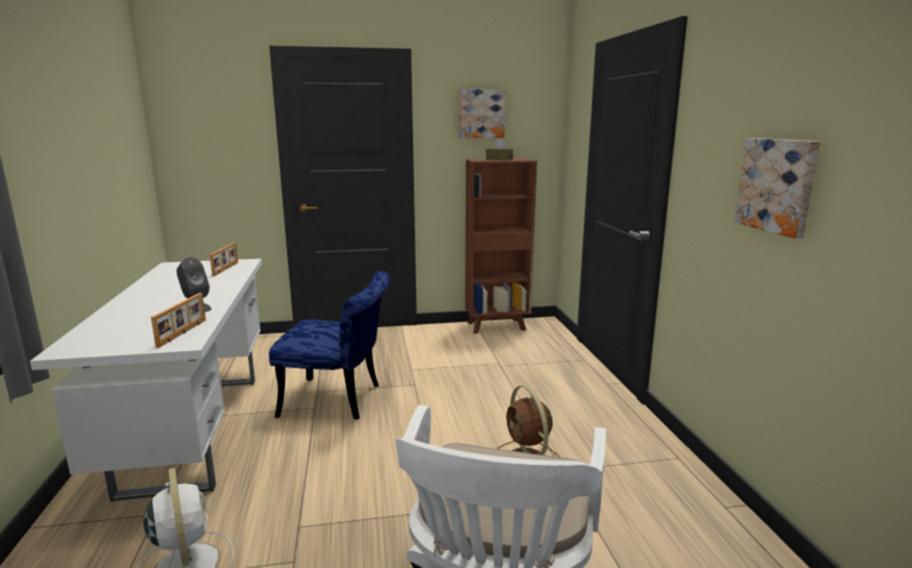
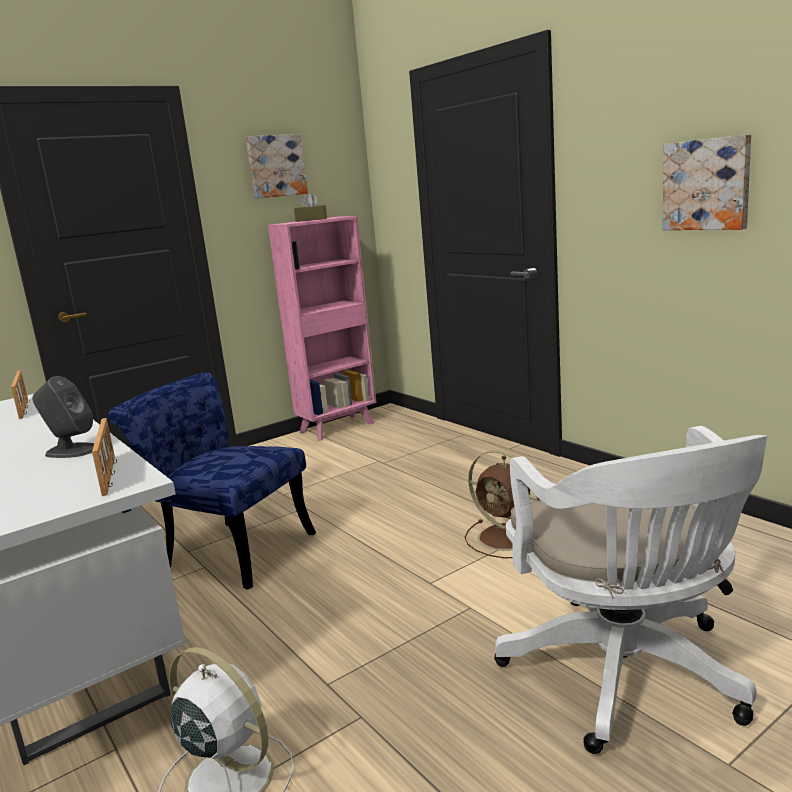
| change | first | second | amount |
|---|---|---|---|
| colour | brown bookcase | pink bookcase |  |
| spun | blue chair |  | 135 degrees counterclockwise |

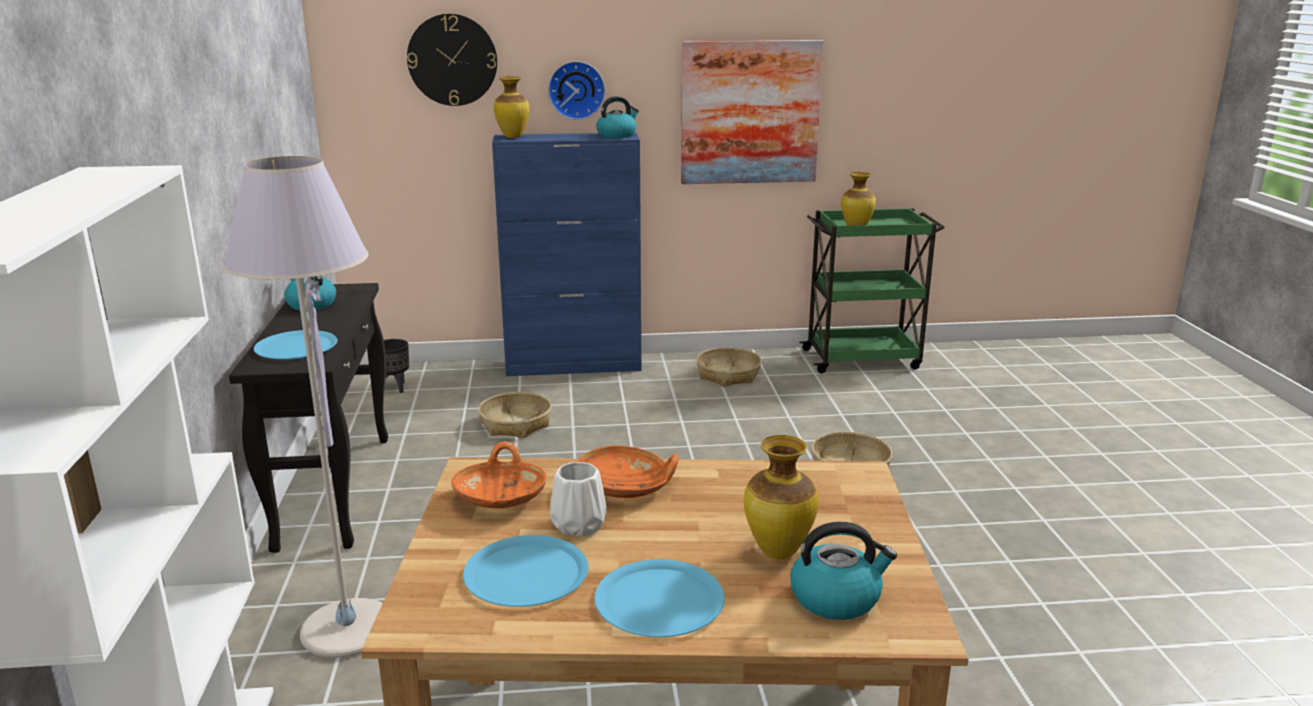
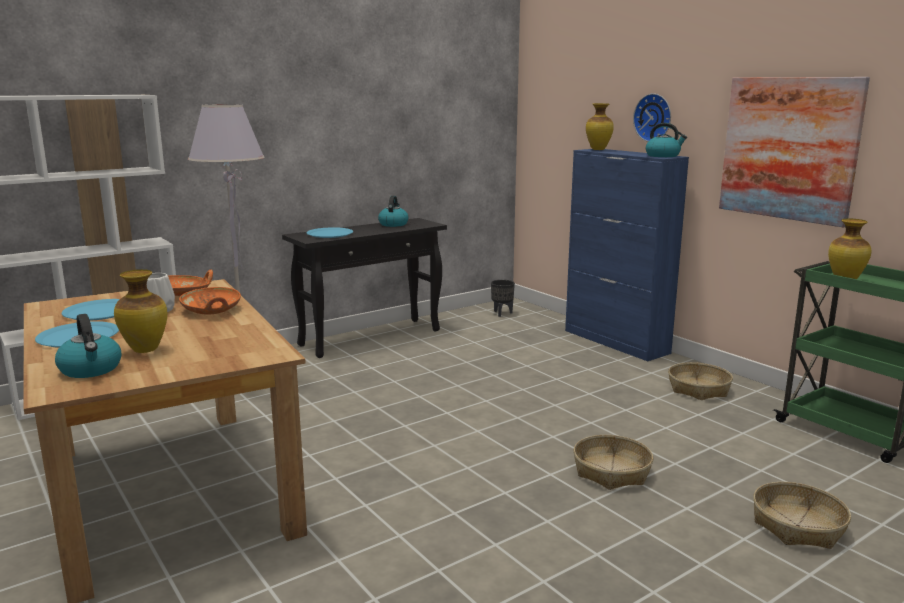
| change | first | second | amount |
|---|---|---|---|
| missing | wall clock (no. 1 from left) |  |  |
| relocated | basket (no. 1 from left in the first image) | basket (no. 3 from left) |  |

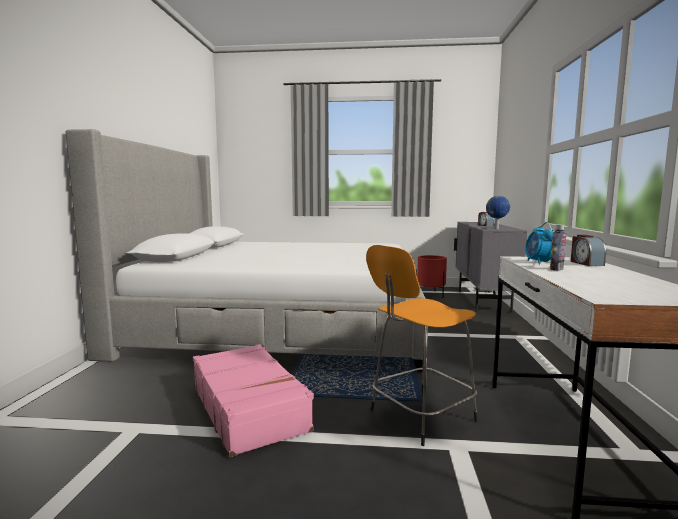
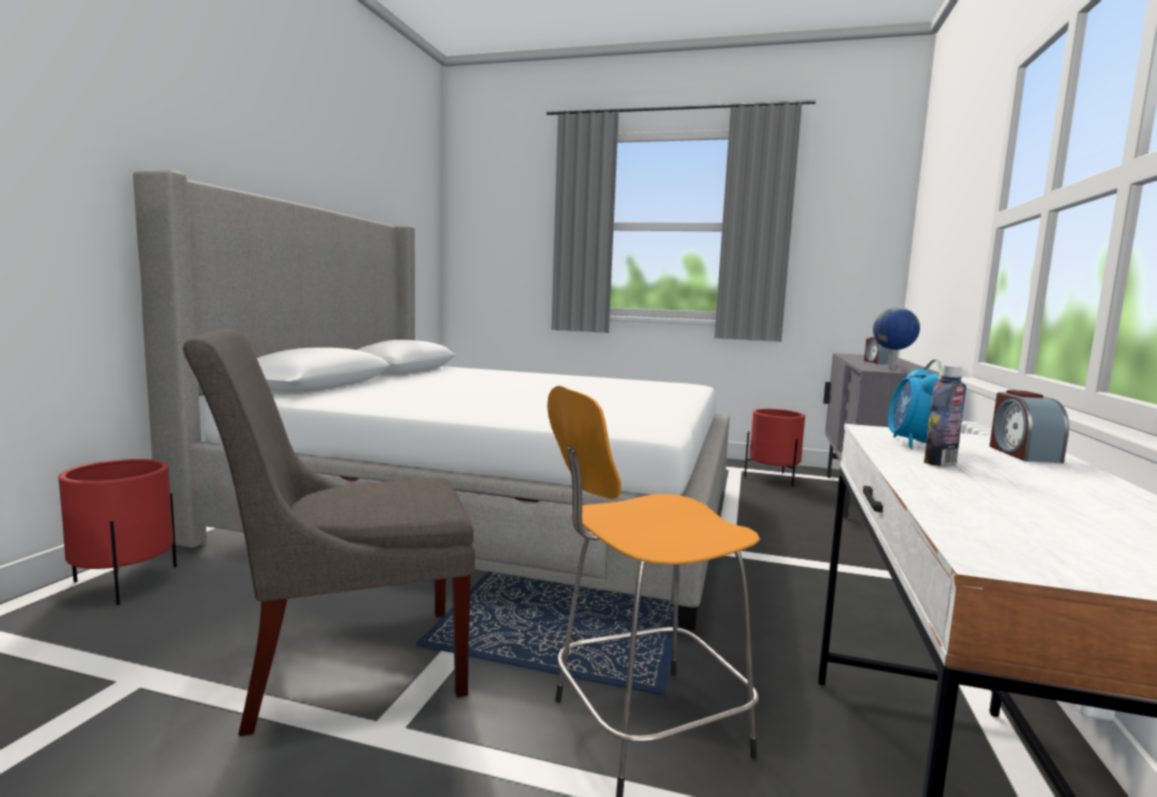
| change | first | second | amount |
|---|---|---|---|
| exchanged | pink suitcase | grey chair |  |
| appeared |  | red planter (no. 1 from left) |  |

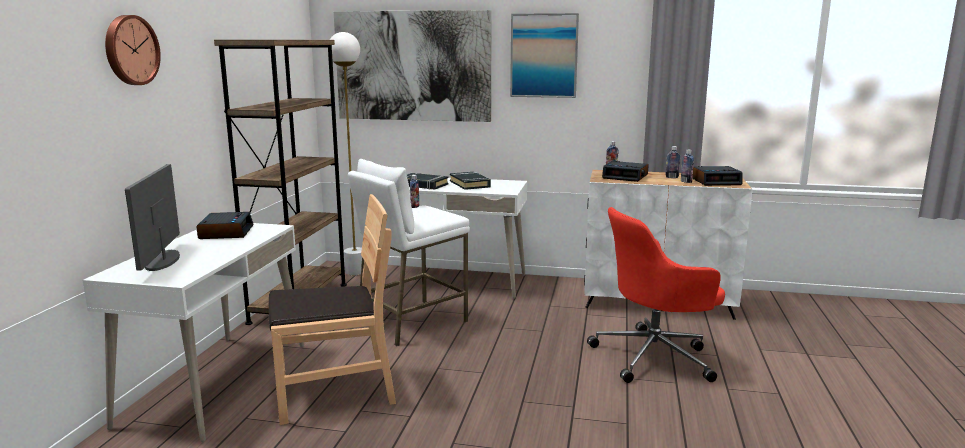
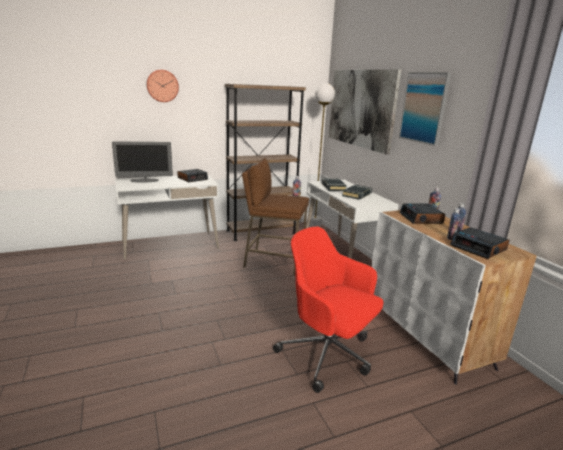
| change | first | second | amount |
|---|---|---|---|
| colour | white stool | brown stool |  |
| spun | monitor |  | 150 degrees counterclockwise |
| missing | brown chair |  |  |

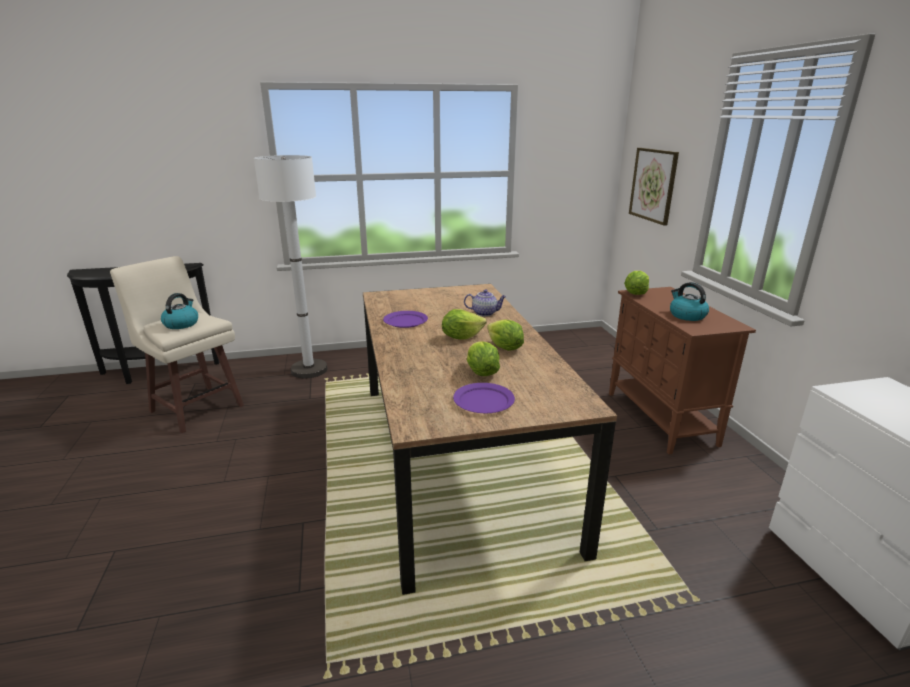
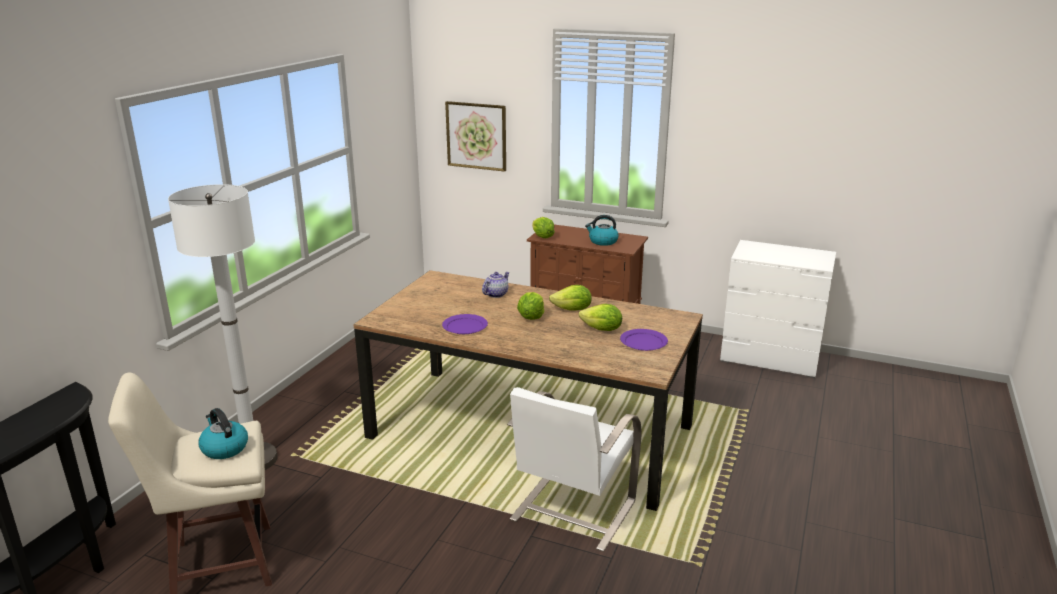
| change | first | second | amount |
|---|---|---|---|
| appeared |  | white chair |  |

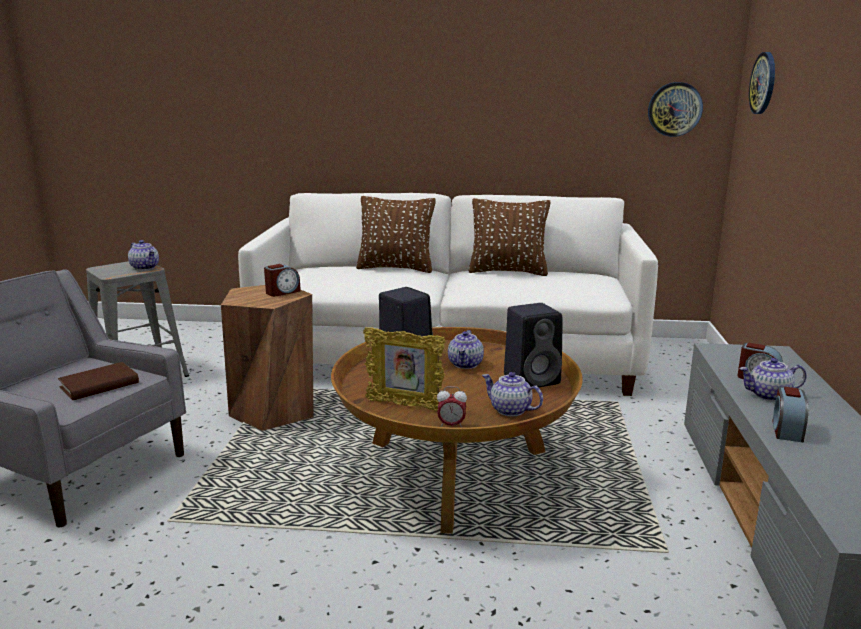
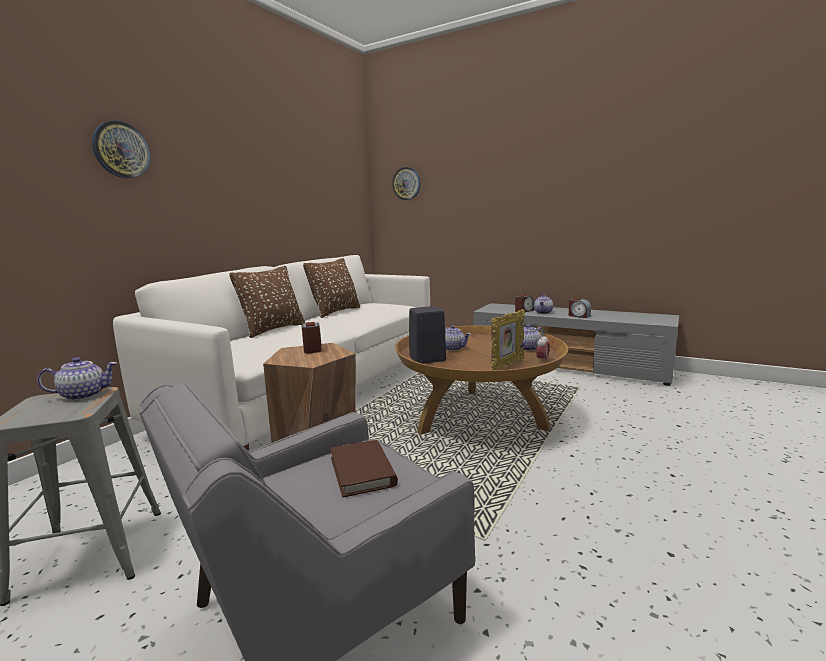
| change | first | second | amount |
|---|---|---|---|
| relocated | wall clock (no. 1 from left) |  |  |
| missing | black speaker (no. 2 from left) |  |  |

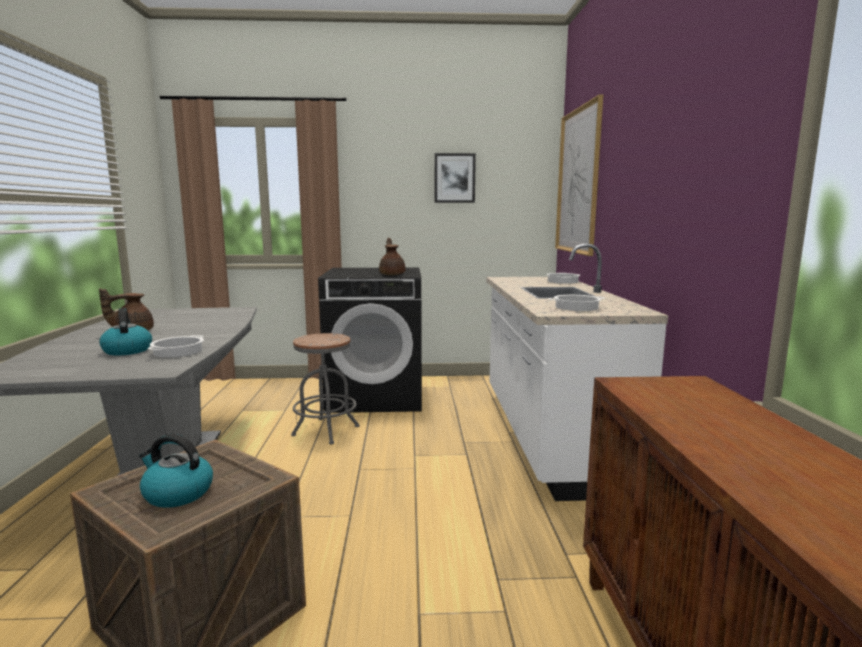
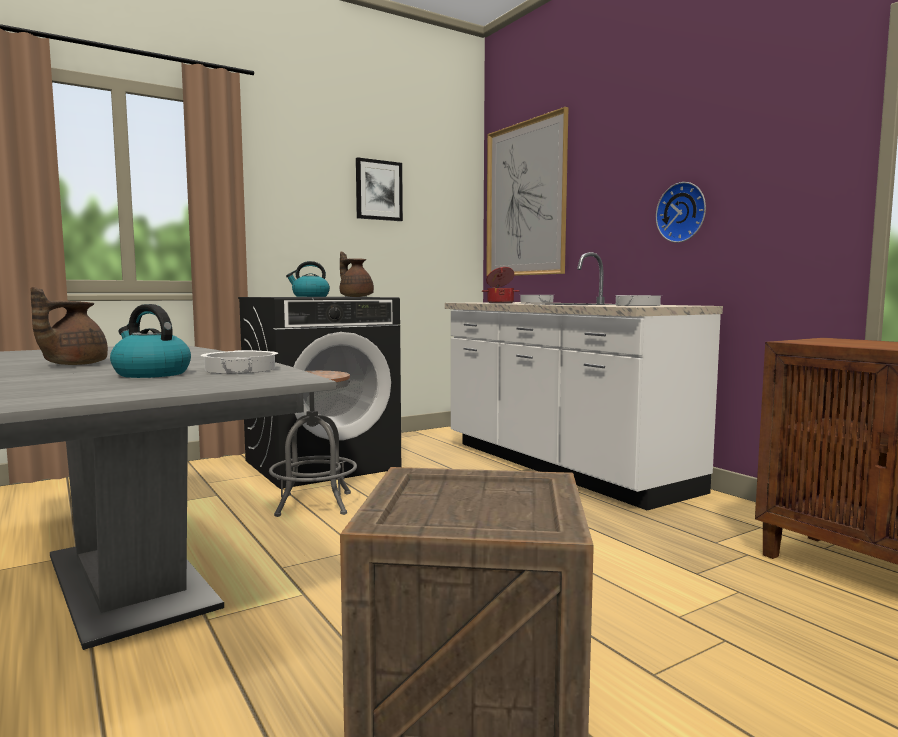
| change | first | second | amount |
|---|---|---|---|
| relocated | kettle (no. 2 from left) |  |  |
| appeared |  | wall clock |  |
| appeared |  | cooking pot (no. 2 from left) |  |

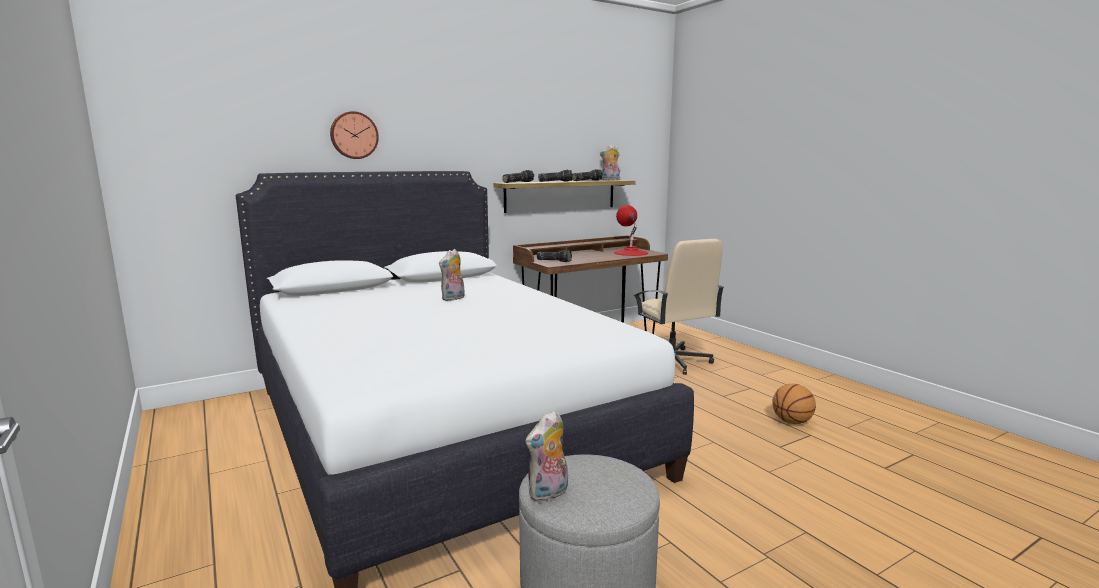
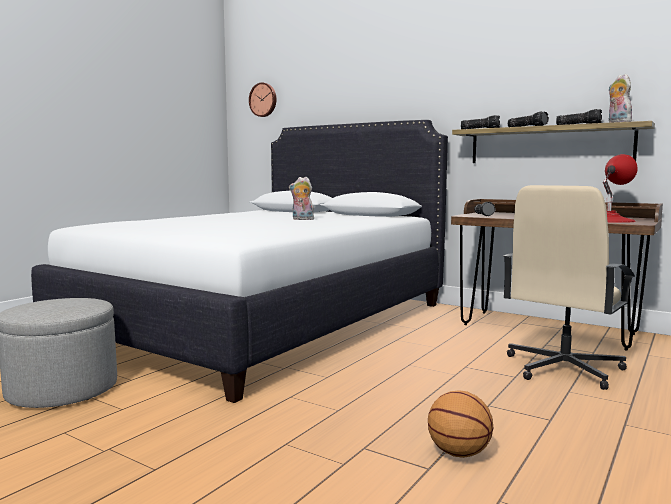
| change | first | second | amount |
|---|---|---|---|
| relocated | wall clock |  |  |
| missing | plush toy (no. 2 from left) |  |  |

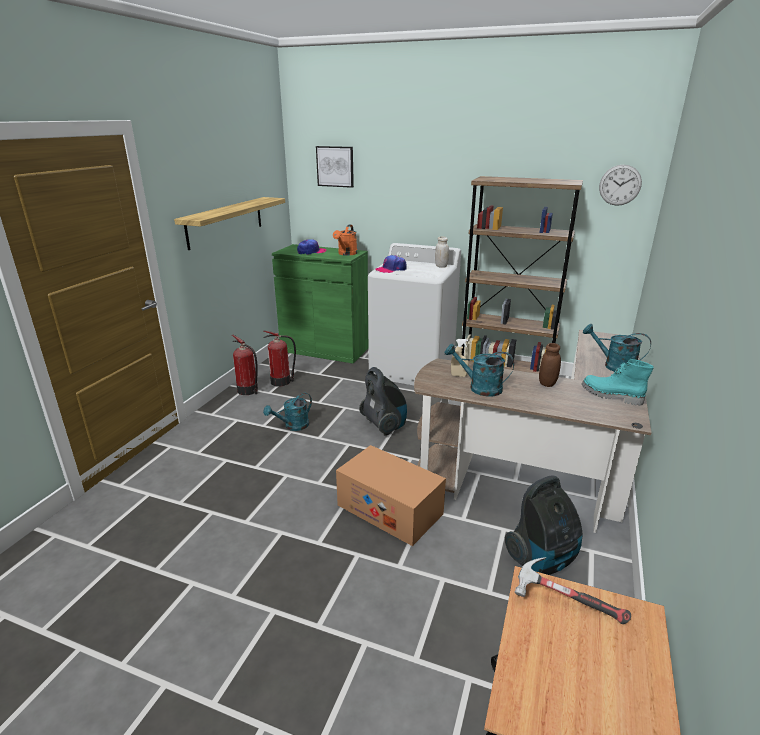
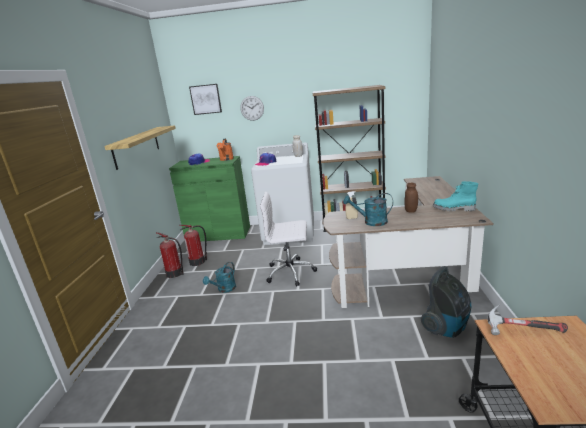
| change | first | second | amount |
|---|---|---|---|
| relocated | wall clock |  |  |
| missing | turquoise watering can (no. 3 from left) |  |  |
| exchanged | vacuum cleaner (no. 1 from left) | white office chair |  |
| missing | cardboard box |  |  |

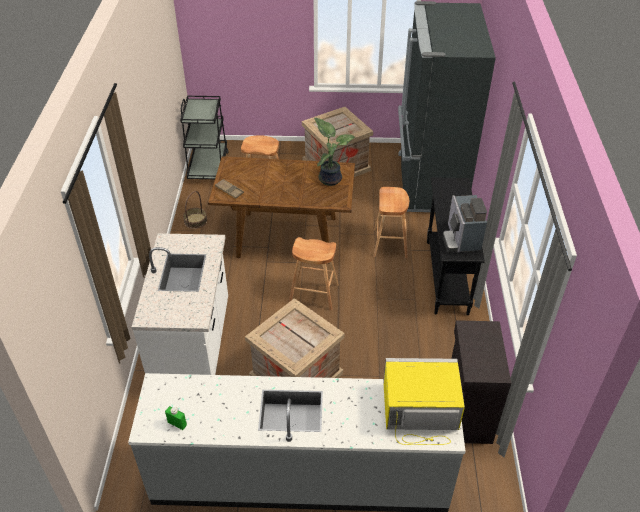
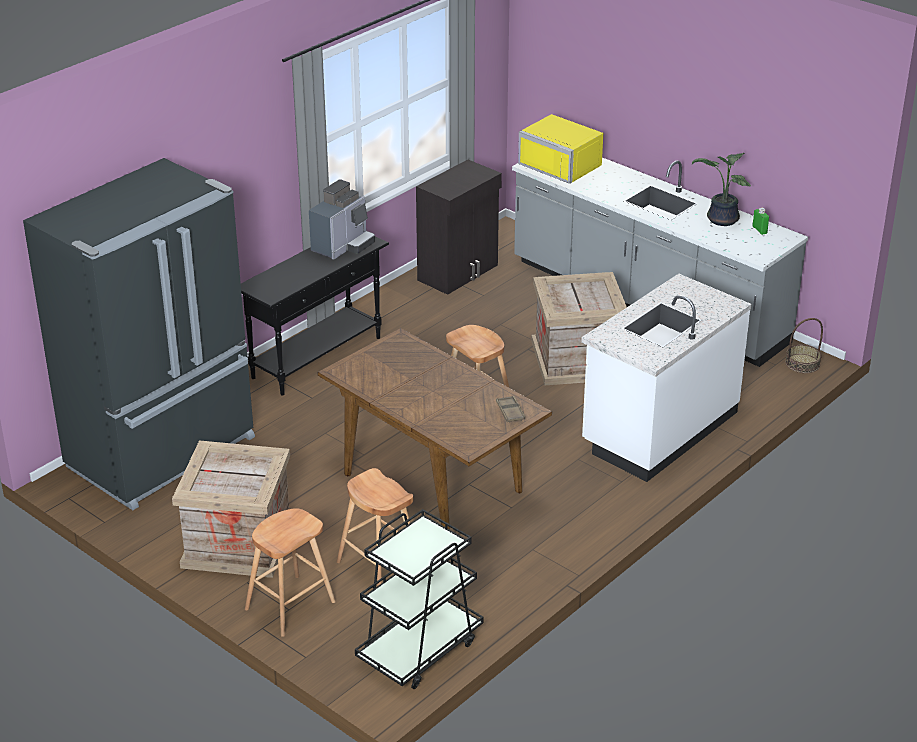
| change | first | second | amount |
|---|---|---|---|
| relocated | potted plant |  |  |
| relocated | brown stool (no. 3 from left in the first image) | brown stool (no. 1 from left) |  |
| relocated | basket |  |  |

